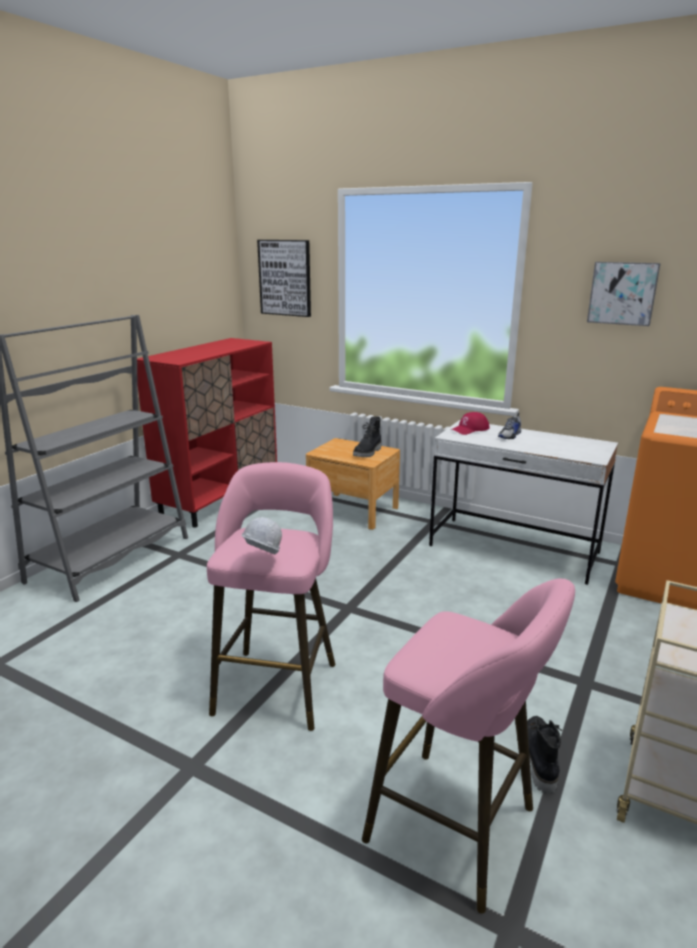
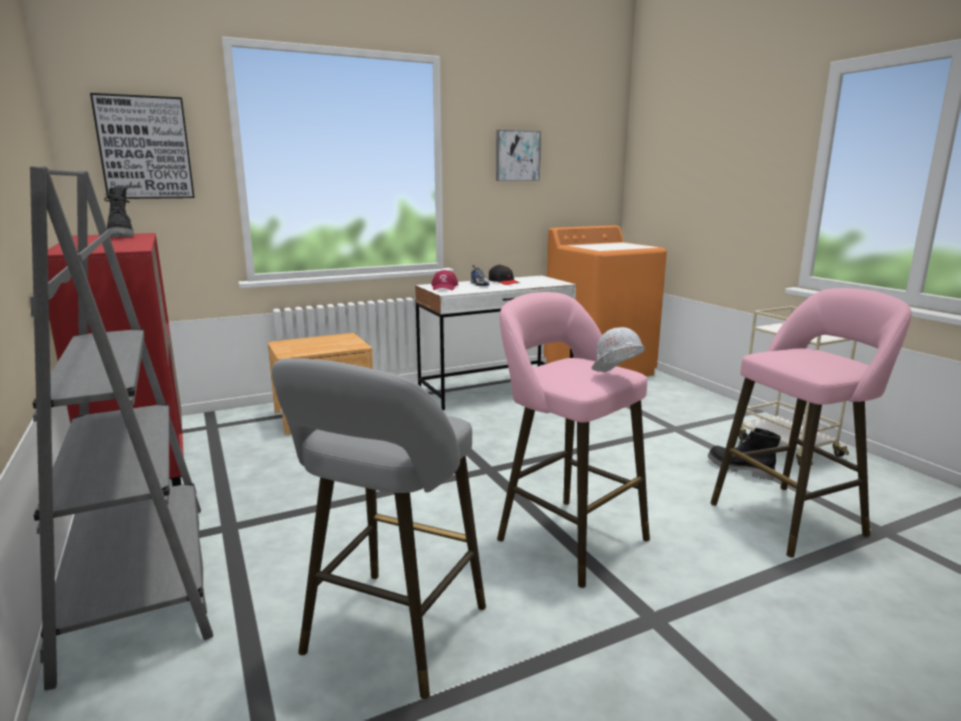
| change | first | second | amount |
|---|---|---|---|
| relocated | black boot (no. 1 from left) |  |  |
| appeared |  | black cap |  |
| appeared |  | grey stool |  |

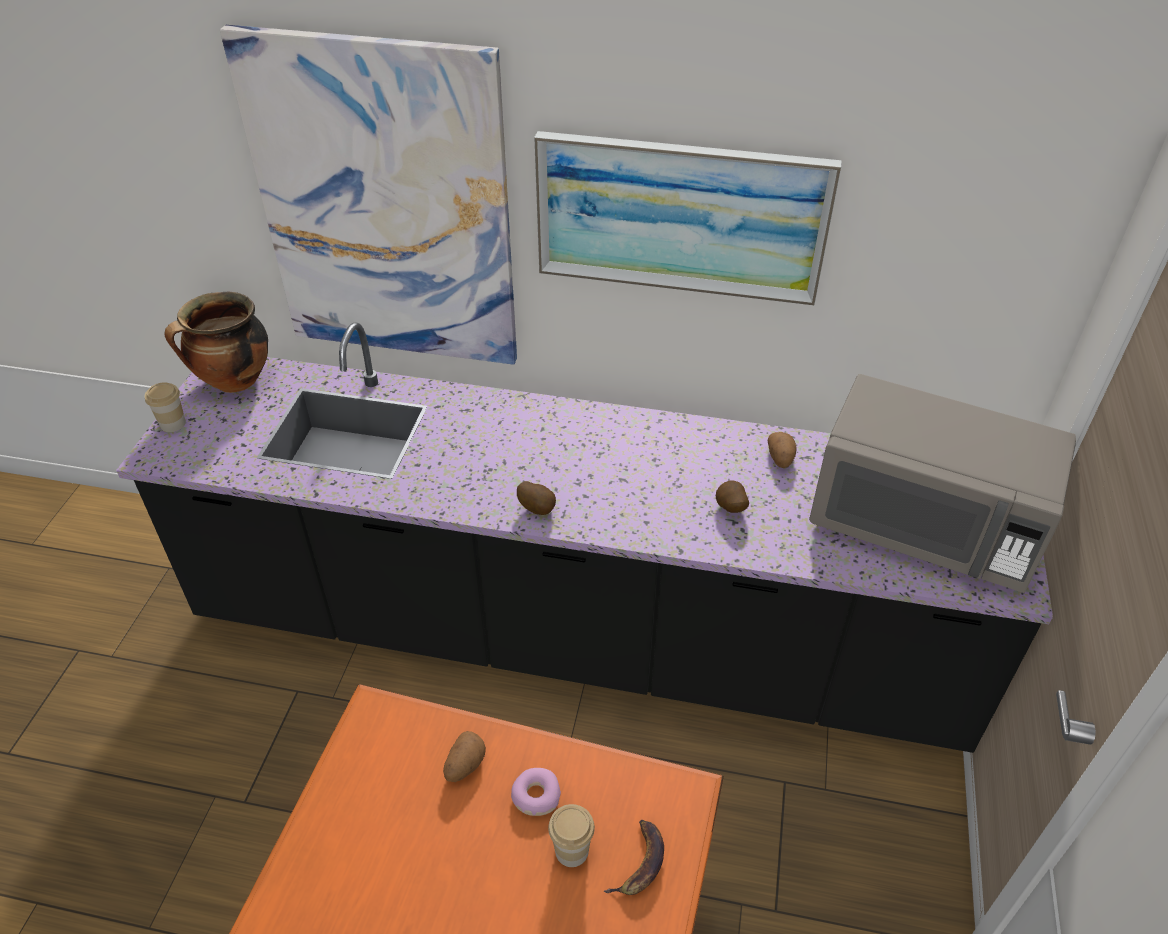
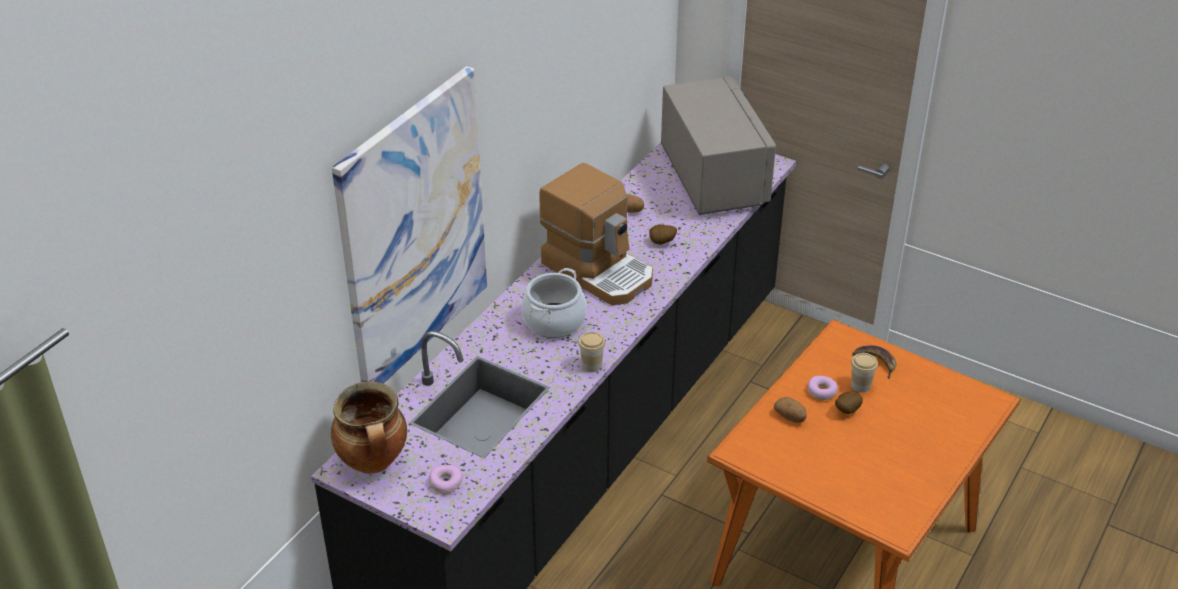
| change | first | second | amount |
|---|---|---|---|
| missing | picture (no. 2 from left) |  |  |
| spun | grey microwave |  | 60 degrees counterclockwise |
| relocated | cup (no. 1 from left) |  |  |
| relocated | potato (no. 2 from left in the first image) | potato (no. 4 from left) |  |
| appeared |  | coffee machine |  |
| appeared |  | cooking pot (no. 2 from left) |  |
| appeared |  | donut (no. 1 from left) |  |

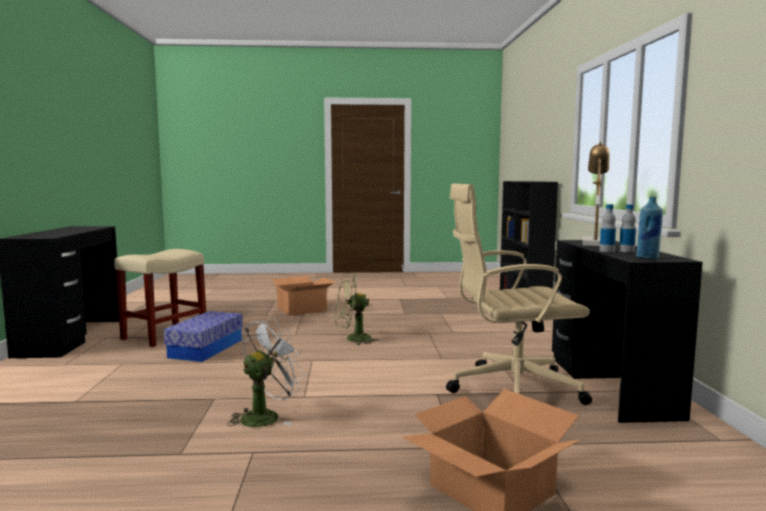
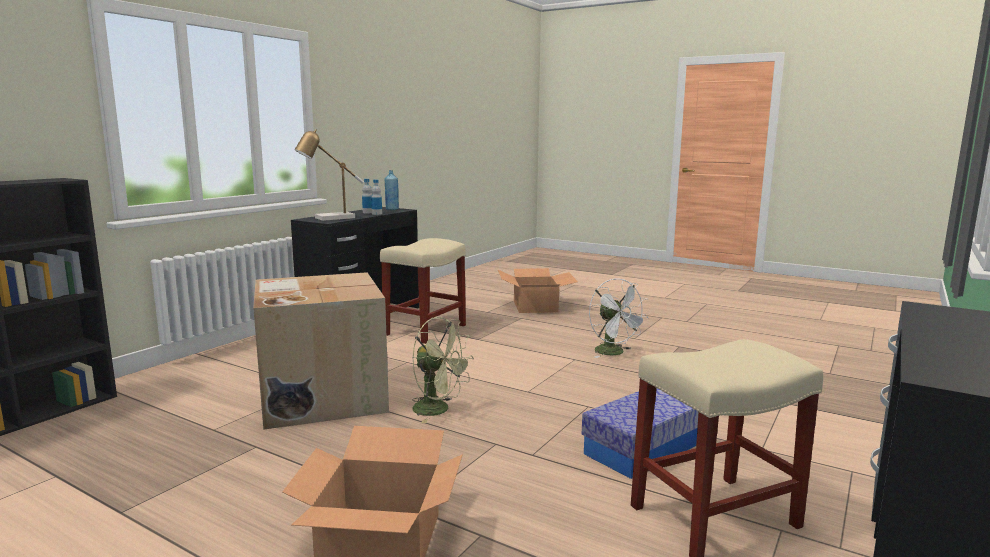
| change | first | second | amount |
|---|---|---|---|
| exchanged | beige office chair | beige stool (no. 1 from left) |  |
| spun | white fan |  | 105 degrees counterclockwise |
| appeared |  | cardboard box (no. 1 from left) |  |

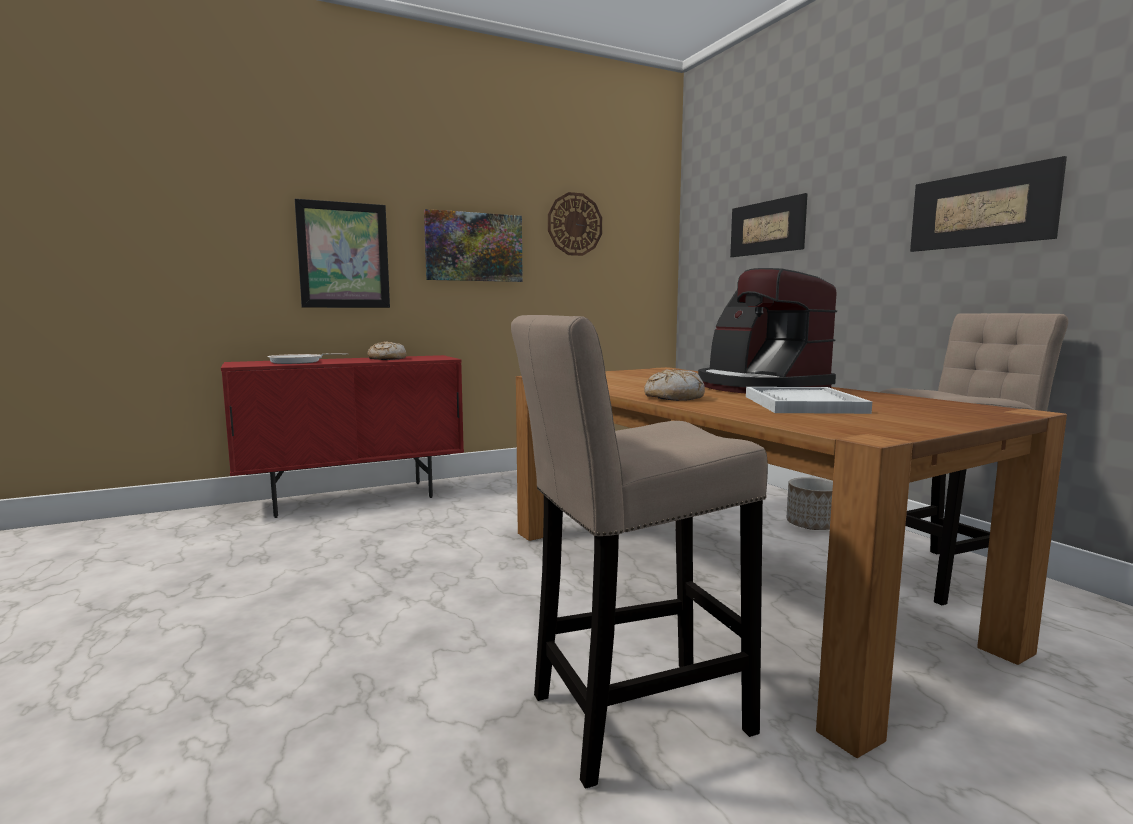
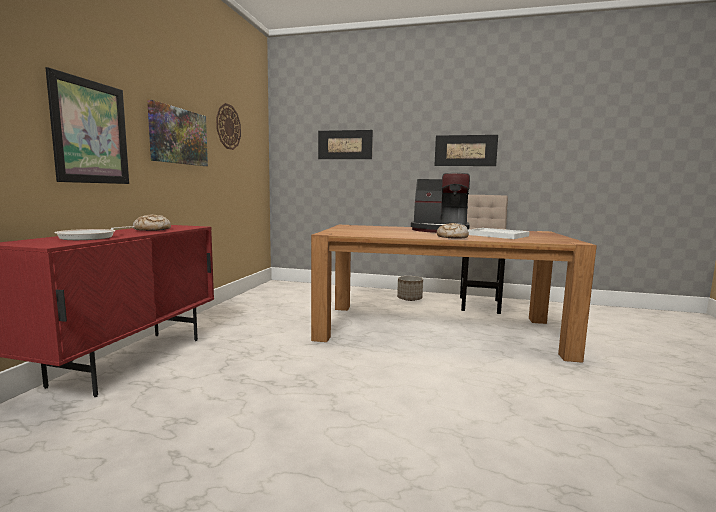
| change | first | second | amount |
|---|---|---|---|
| missing | beige stool (no. 1 from left) |  |  |

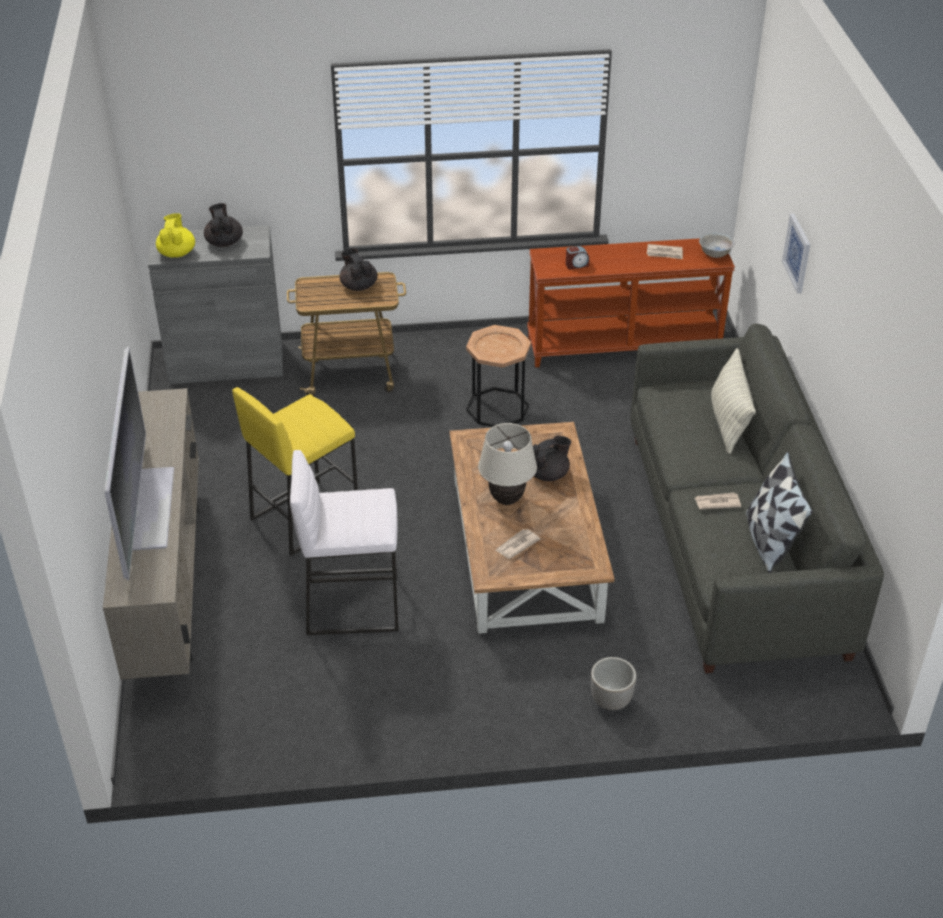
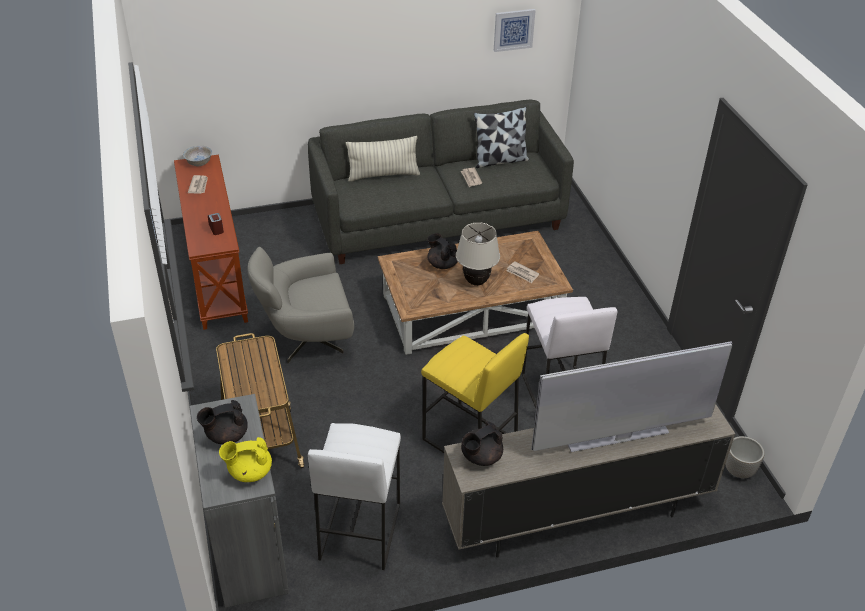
| change | first | second | amount |
|---|---|---|---|
| relocated | picture |  |  |
| relocated | black teapot (no. 2 from left in the first image) | black teapot (no. 3 from left) |  |
| exchanged | brown side table | grey armchair |  |
| relocated | planter |  |  |
| appeared |  | white stool (no. 1 from left) |  |

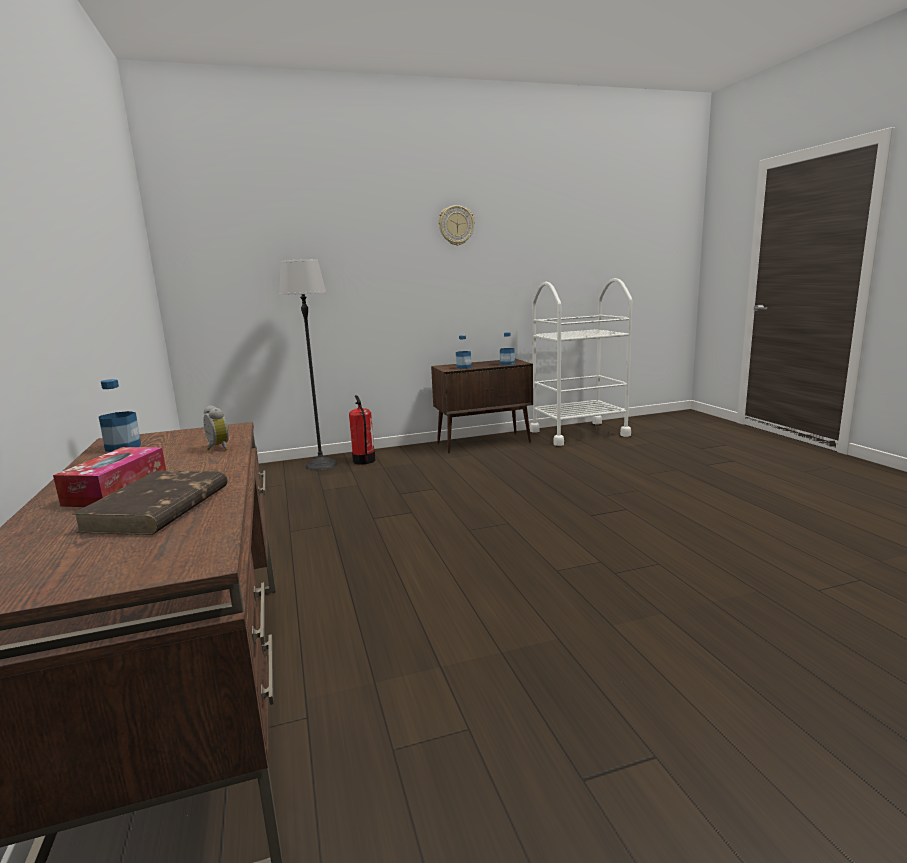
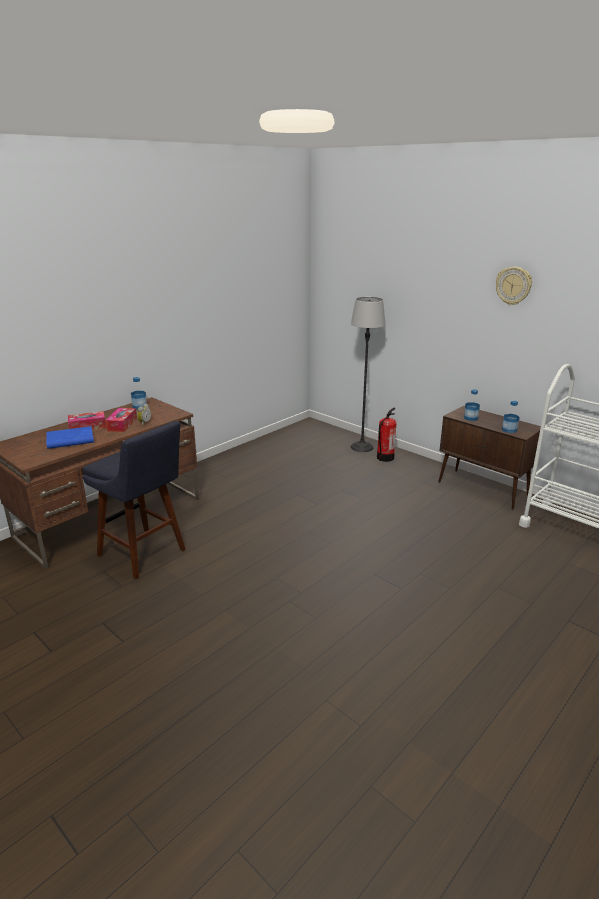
| change | first | second | amount |
|---|---|---|---|
| colour | brown book | blue book |  |
| appeared |  | tissue box (no. 2 from left) |  |
| appeared |  | blue stool |  |

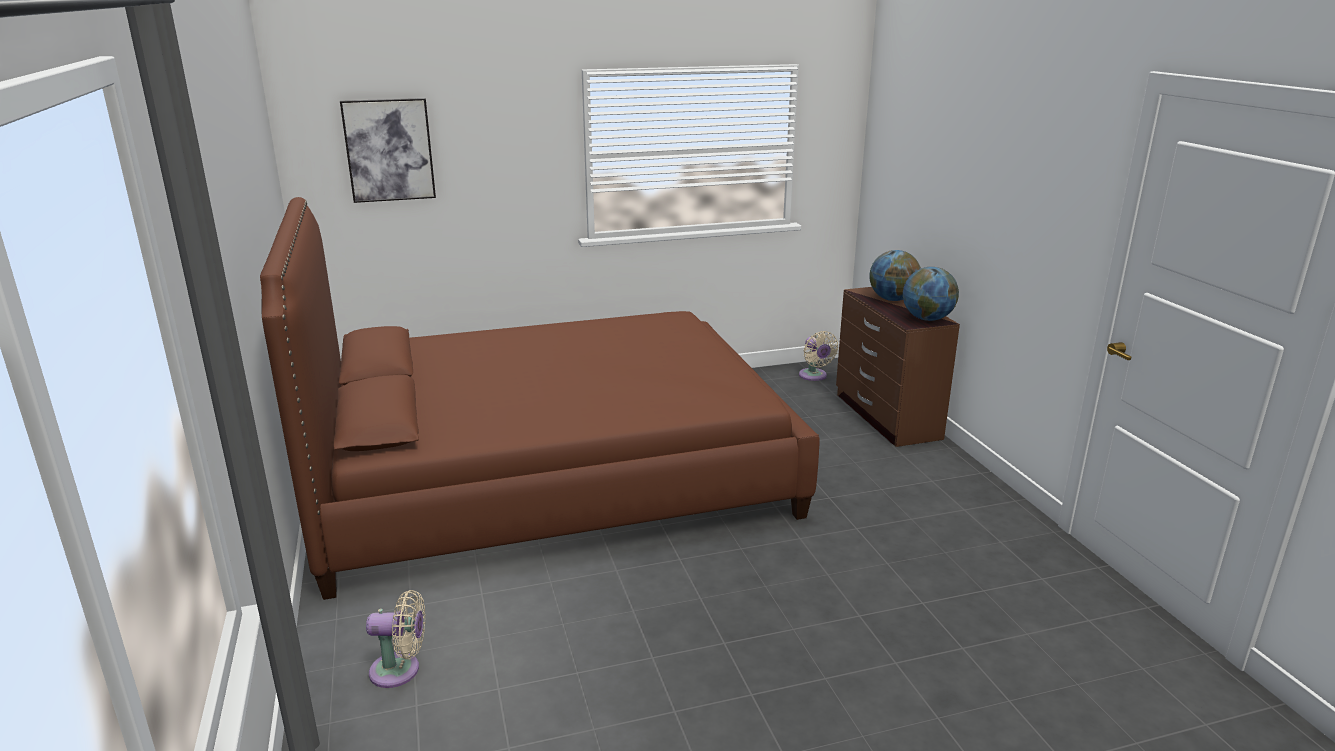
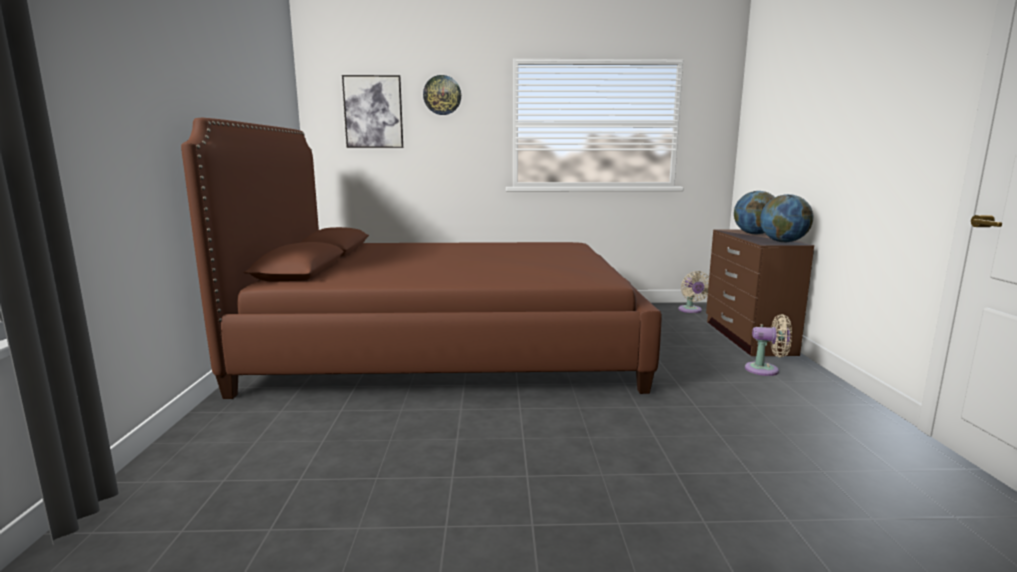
| change | first | second | amount |
|---|---|---|---|
| relocated | beige fan (no. 1 from left in the first image) | beige fan (no. 2 from left) |  |
| appeared |  | wall clock |  |

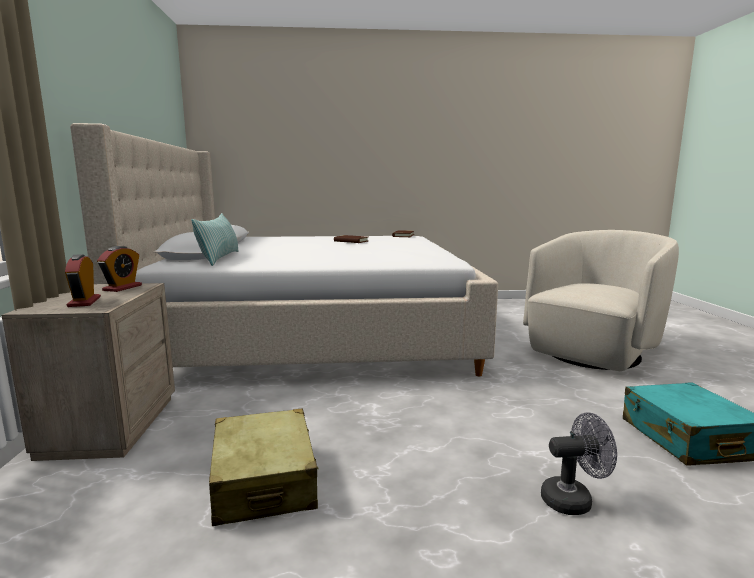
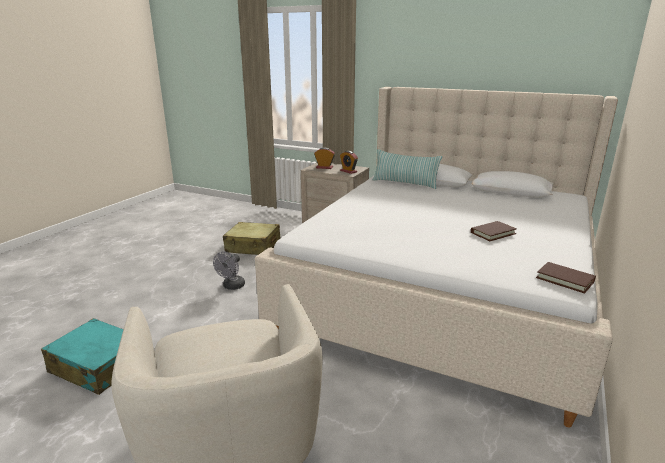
| change | first | second | amount |
|---|---|---|---|
| relocated | grey fan |  |  |

